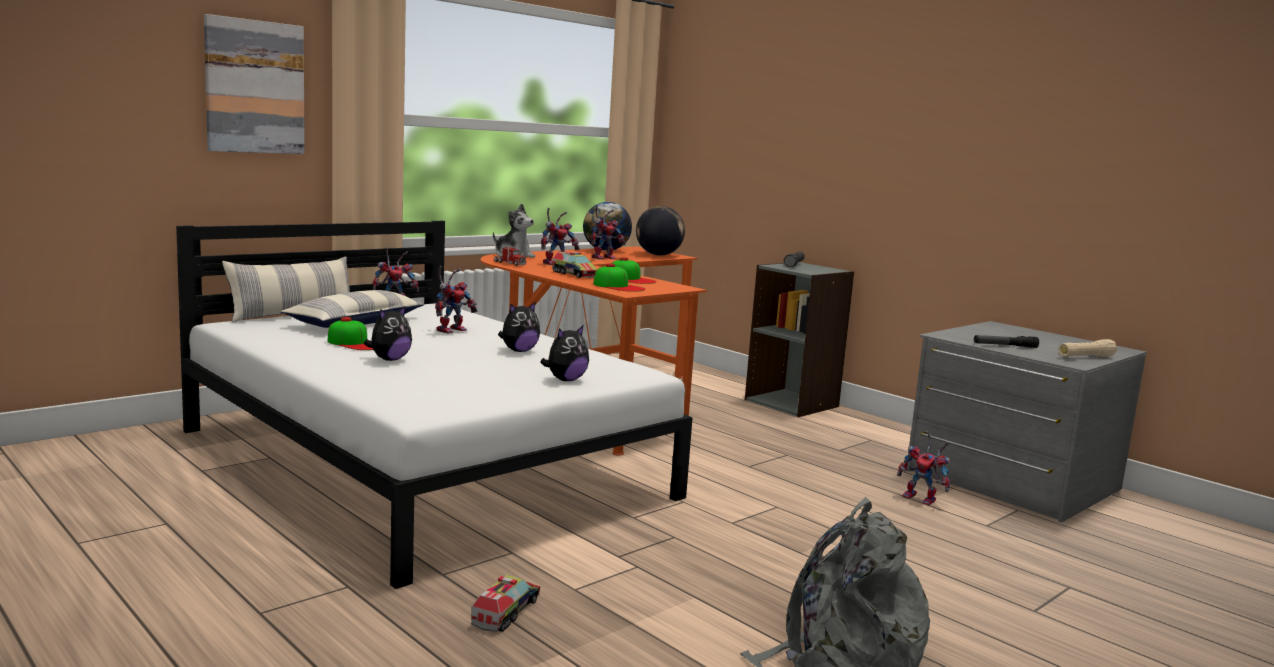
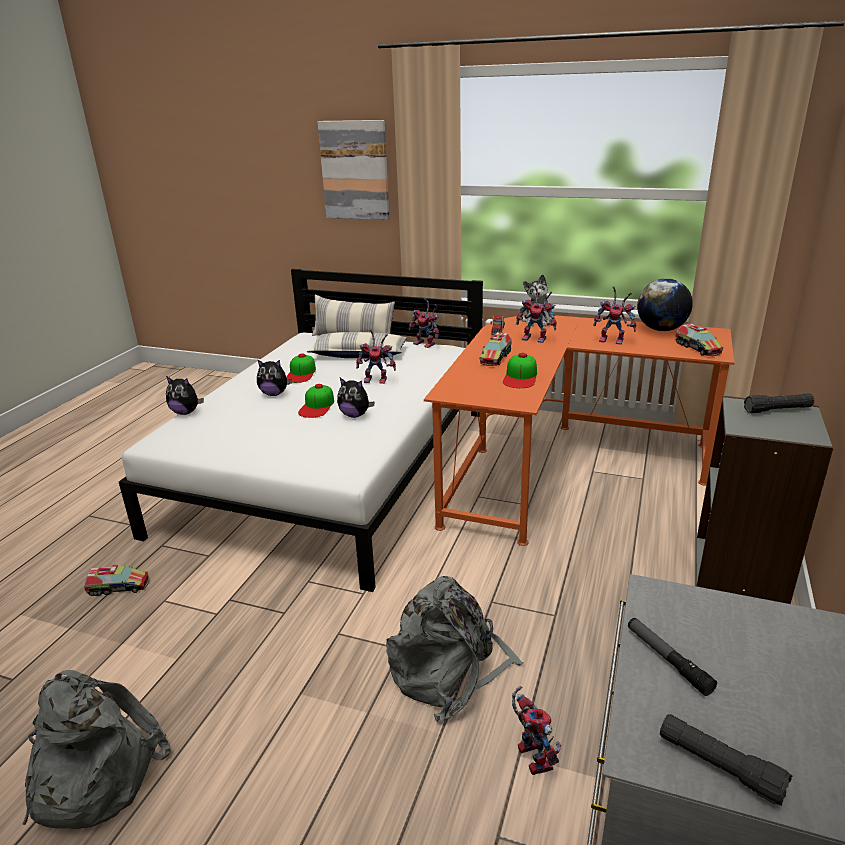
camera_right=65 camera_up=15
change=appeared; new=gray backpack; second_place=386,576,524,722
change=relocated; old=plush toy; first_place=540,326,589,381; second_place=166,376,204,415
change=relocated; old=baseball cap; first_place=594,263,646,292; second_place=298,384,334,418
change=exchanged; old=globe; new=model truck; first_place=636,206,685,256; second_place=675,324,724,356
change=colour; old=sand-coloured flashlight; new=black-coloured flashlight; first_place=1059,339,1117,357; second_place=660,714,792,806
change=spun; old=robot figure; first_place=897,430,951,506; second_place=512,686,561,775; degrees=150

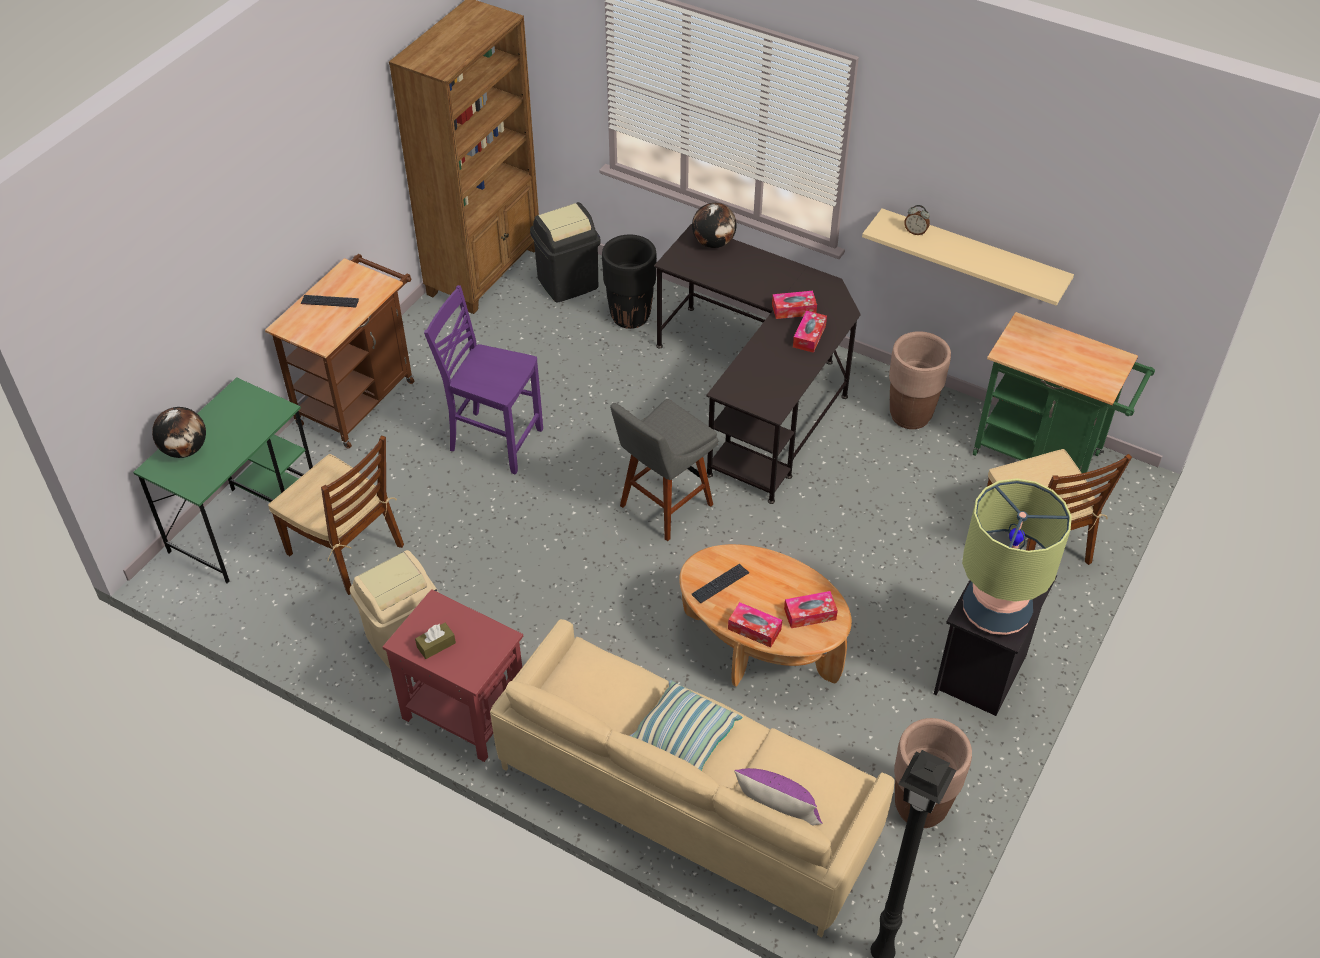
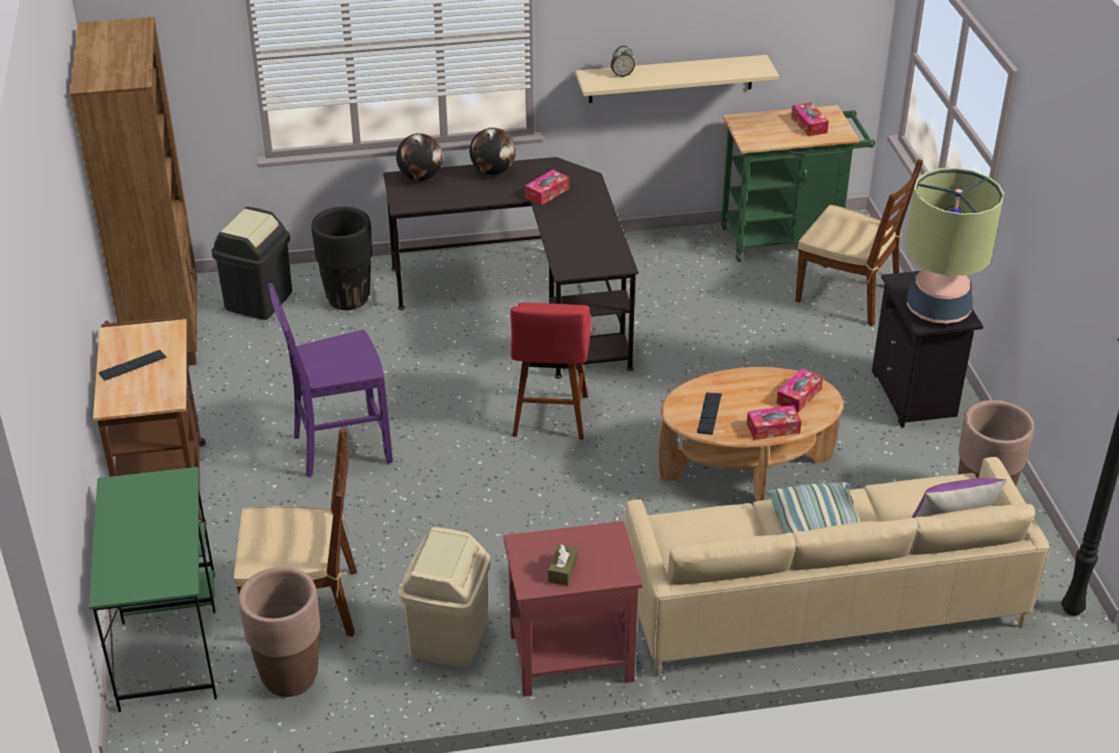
camera_right=-40 camera_up=-10
change=relocated; old=globe; first_place=152,407,206,458; second_place=469,128,516,175
change=relocated; old=tissue box; first_place=793,310,827,353; second_place=791,102,829,137
change=relocated; old=brownish plant pot; first_place=889,331,951,429; second_place=239,567,320,697
change=colour; old=gray stool seat; new=red-coloured stool seat; first_place=610,399,718,541; second_place=510,303,591,440

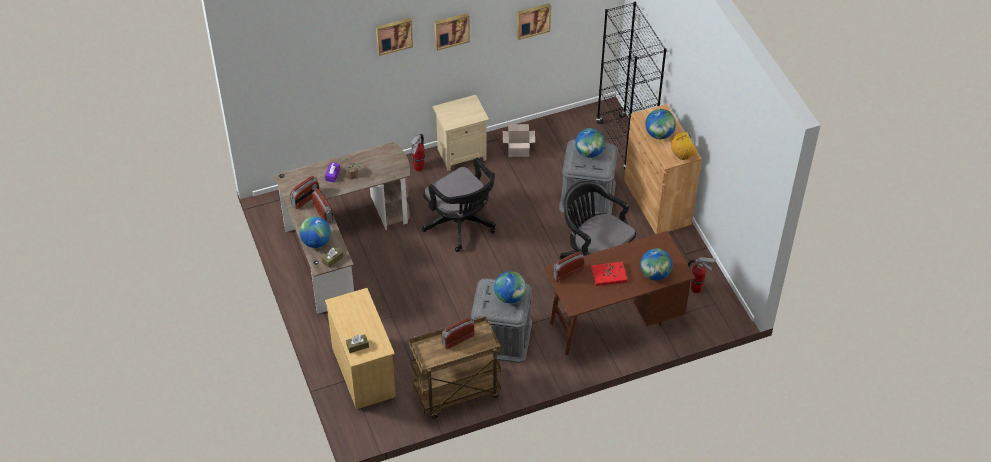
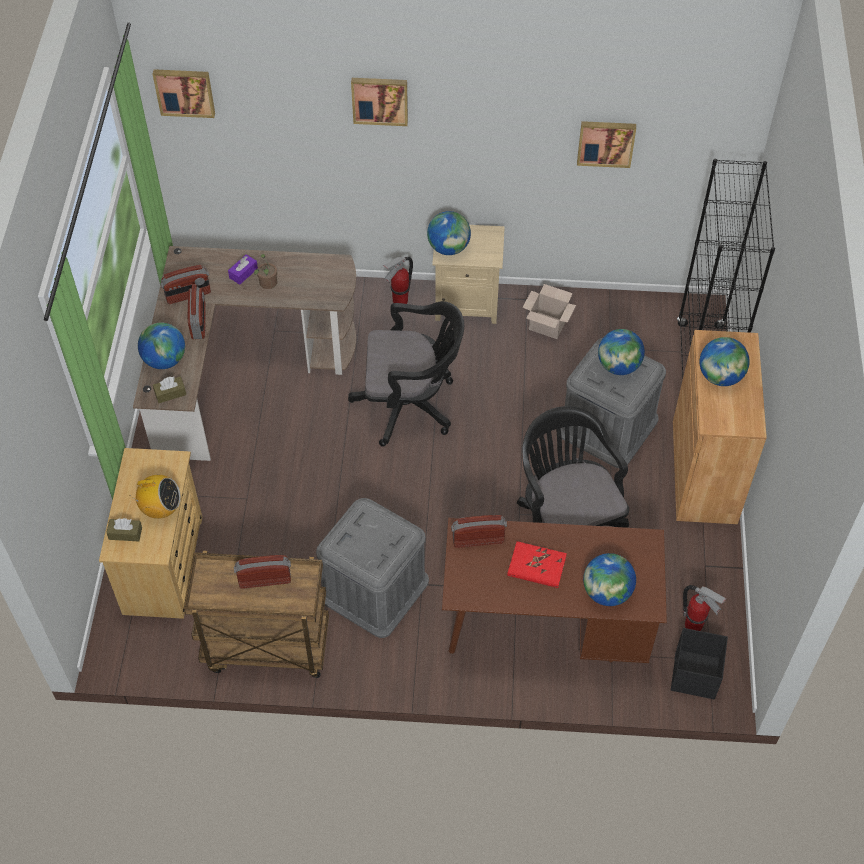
camera_right=25 camera_up=5
change=appeared; new=black-coloured storage container; second_place=671,628,728,699
change=relocated; old=picture; first_place=435,13,470,51; second_place=153,69,215,118
change=relocated; old=globe; first_place=494,271,526,303; second_place=427,211,471,255
change=relocated; old=radio set; first_place=671,132,698,160; second_place=131,475,181,519
change=spun; old=black-coloured desk chair; first_place=422,158,496,252; second_place=348,301,464,447; degrees=-75

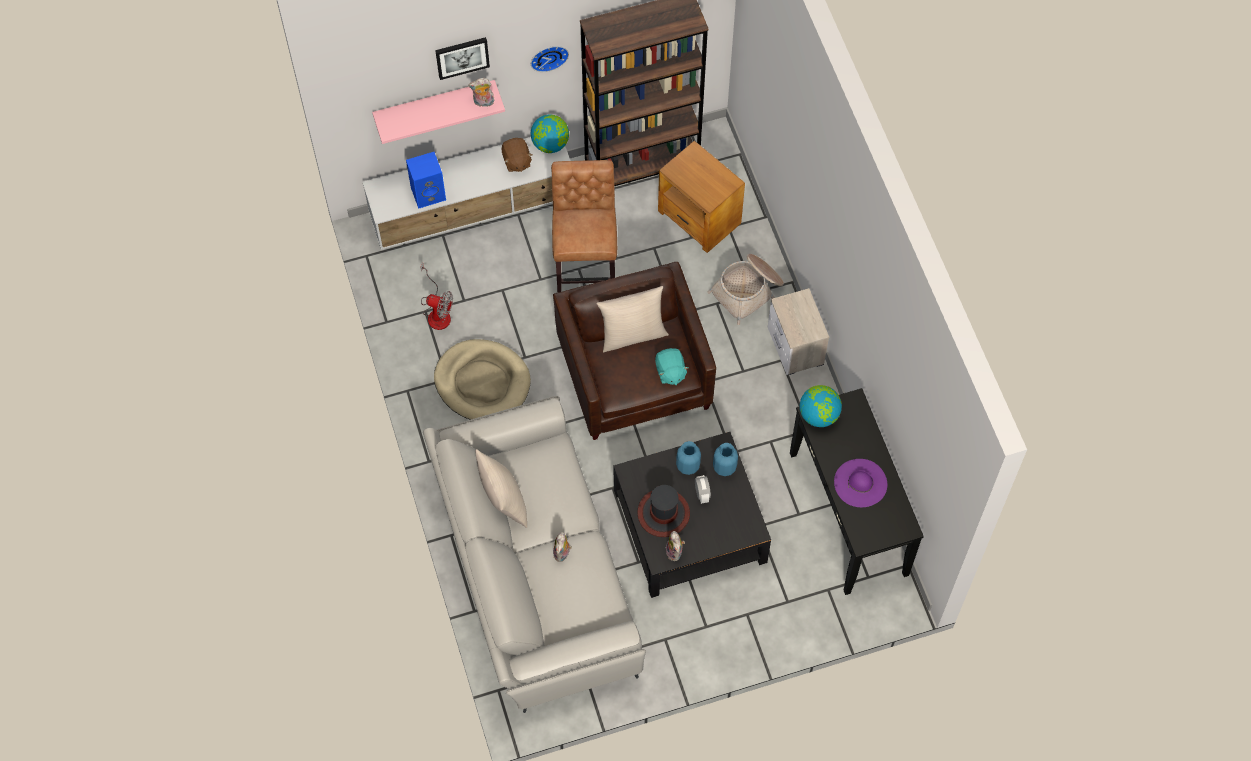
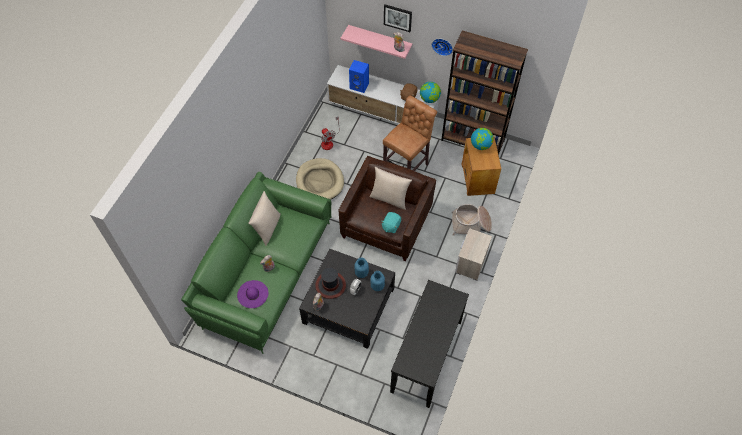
camera_right=40 camera_up=-5
change=relocated; old=globe; first_place=800,385,842,427; second_place=471,128,493,150
change=relocated; old=purple-coloured hat; first_place=834,459,887,507; second_place=237,280,268,308
change=colour; old=gray sofa; new=green sofa; first_place=423,396,646,713; second_place=181,172,332,354

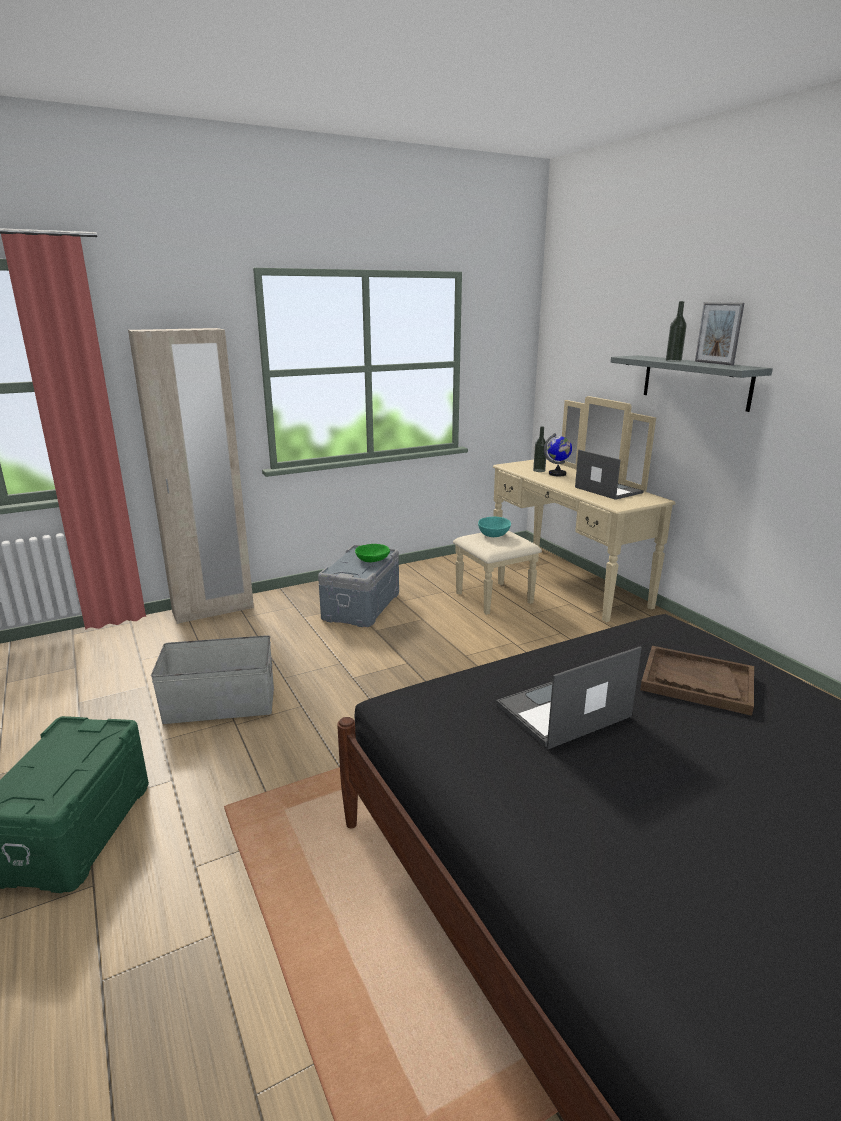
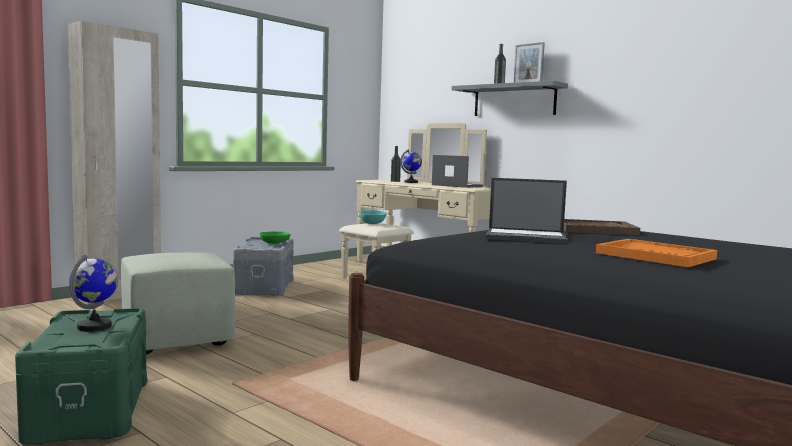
camera_right=-20 camera_up=-15
change=appeared; new=globe; second_place=69,255,118,332
change=appeared; new=orange-coloured serving tray; second_place=596,239,717,267
change=exchanged; old=gray storage container; new=green footrest; first_place=151,635,274,724; second_place=121,252,235,355
change=spun; old=notebook computer; first_place=496,646,642,749; second_place=486,178,568,244; degrees=-120

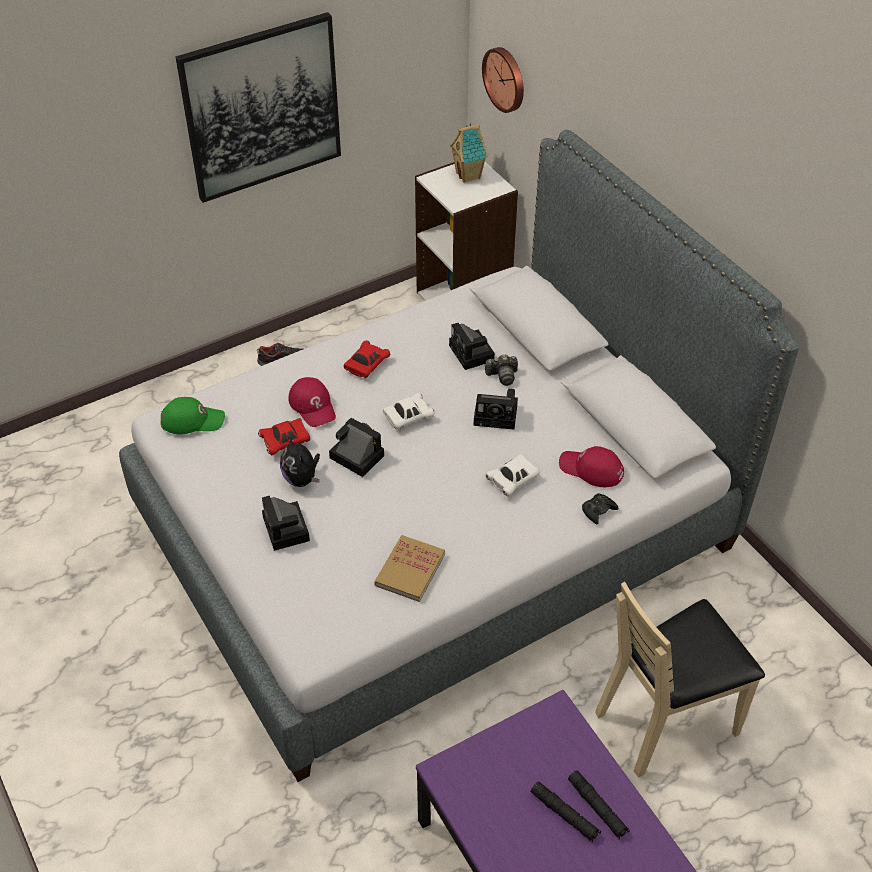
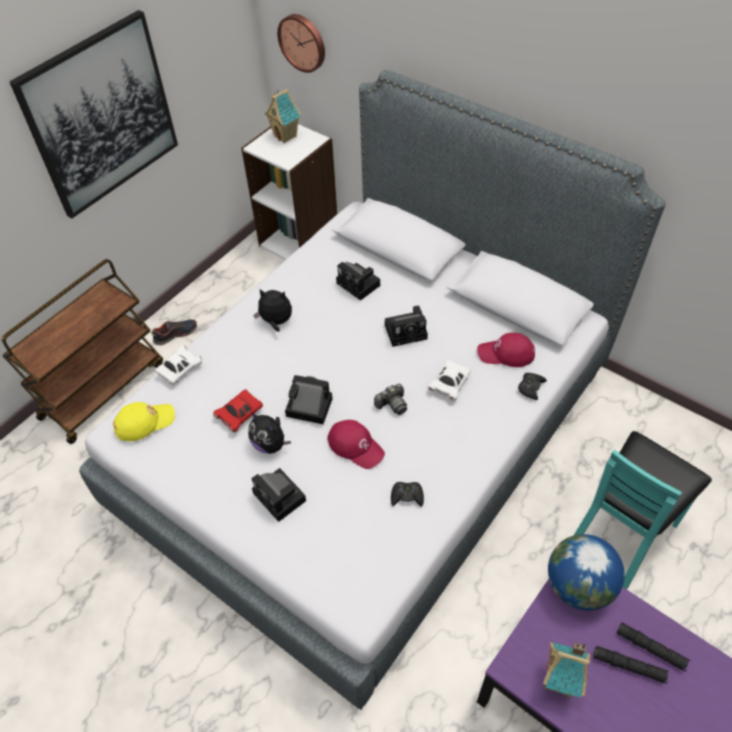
camera_right=-20 camera_up=5
change=appeared; new=brownish trolley; second_place=2,259,163,444
change=appeared; new=miniature house; second_place=543,642,590,698
change=appeared; new=globe; second_place=548,534,625,611
change=relocated; old=red-coloured baseball cap; first_place=289,377,336,427; second_place=327,420,385,469
change=relocated; old=white model car; first_place=383,393,435,430; second_place=155,346,202,385
change=relocated; old=photo camera; first_place=485,354,518,386; second_place=374,384,407,415
change=exchanged; old=red-coloured model car; new=plush toy; first_place=344,341,390,378; second_place=253,288,292,332
change=exchanged; old=volume; new=black-coloured gamepad; first_place=374,535,445,602; second_place=391,482,424,507
change=colour; old=green baseball cap; new=yellow-coloured baseball cap; first_place=160,397,225,434; second_place=113,402,175,441
change=colour; old=sand-coloured plain chair; new=blue-green plain chair; first_place=595,582,765,777; second_place=573,431,712,589

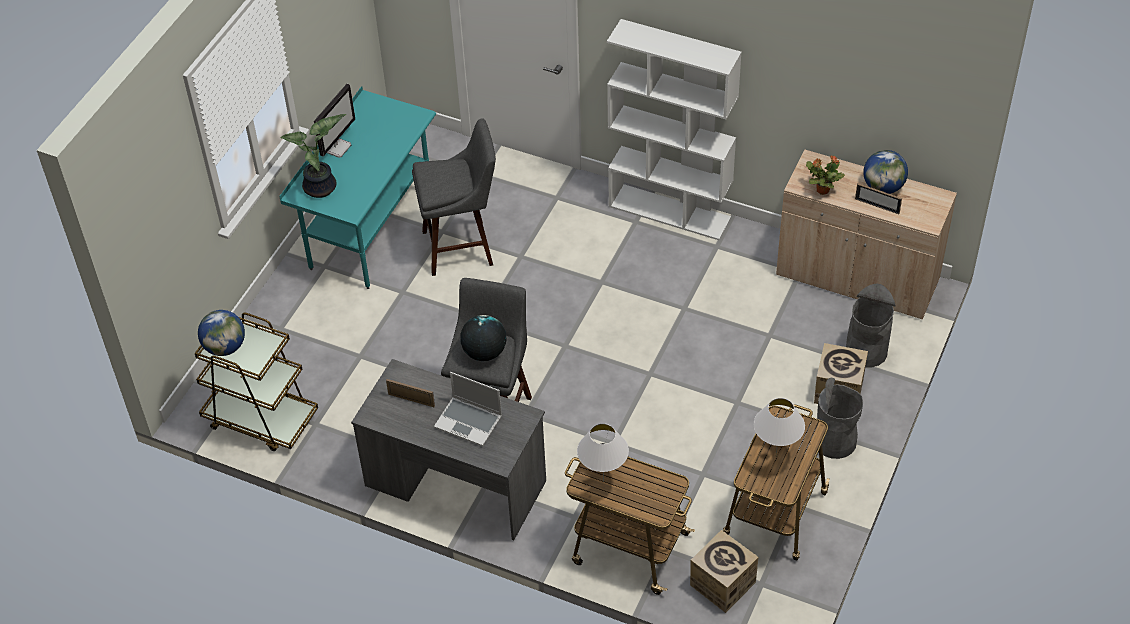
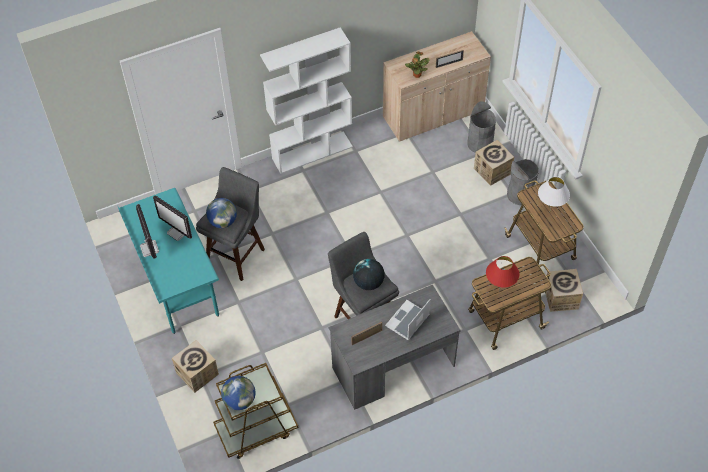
camera_right=-50 camera_up=5
change=missing; old=plant in a pot; first_place=280,114,346,198
change=appeared; new=computer display; second_place=153,195,192,241
change=appeared; new=packing box; second_place=172,340,219,393
change=relocated; old=globe; first_place=863,150,908,194; second_place=206,198,237,228
change=colour; old=white lamp for a table; new=red-coloured lamp for a table; first_place=577,423,629,482; second_place=486,256,520,292
change=spun; old=notebook computer; first_place=434,372,502,446; second_place=385,299,431,340; degrees=150

